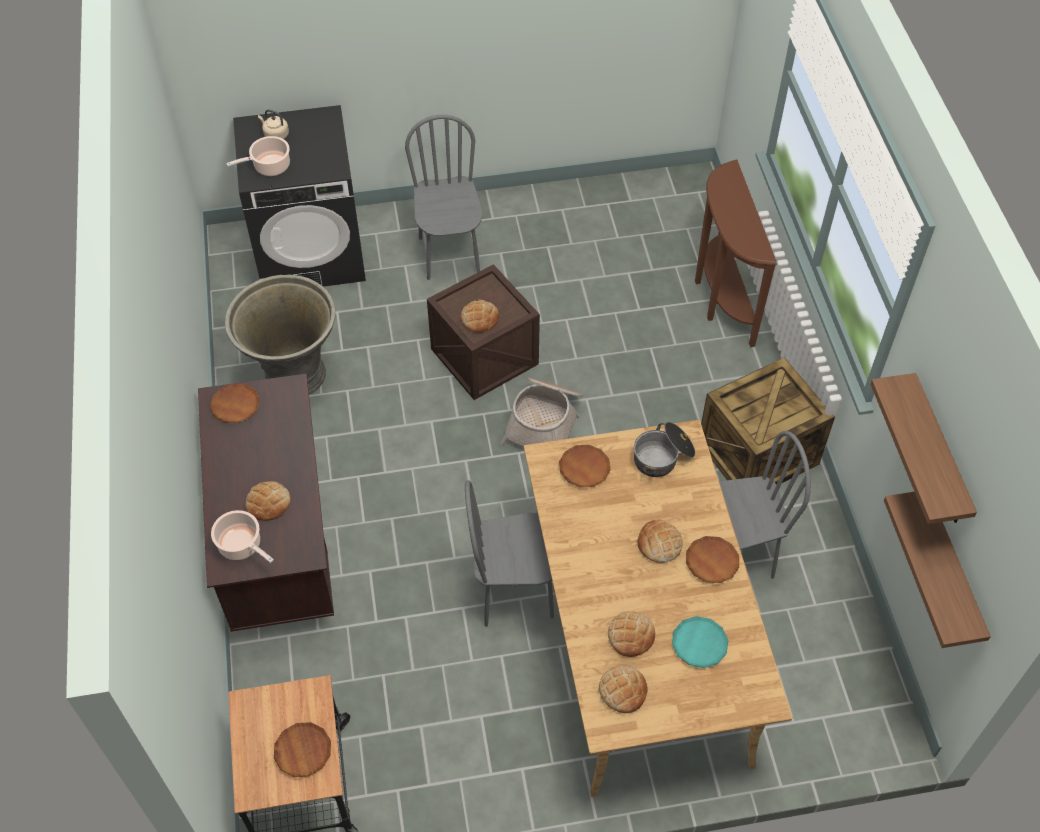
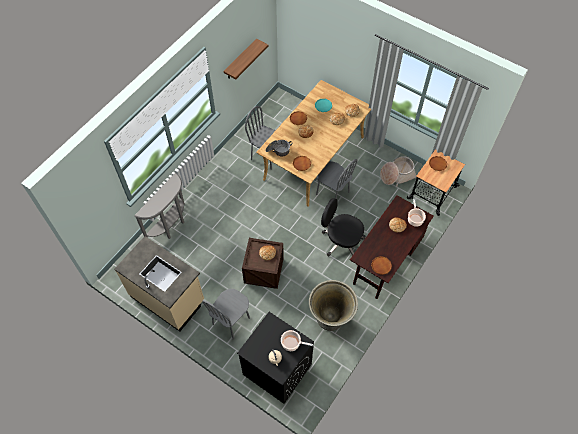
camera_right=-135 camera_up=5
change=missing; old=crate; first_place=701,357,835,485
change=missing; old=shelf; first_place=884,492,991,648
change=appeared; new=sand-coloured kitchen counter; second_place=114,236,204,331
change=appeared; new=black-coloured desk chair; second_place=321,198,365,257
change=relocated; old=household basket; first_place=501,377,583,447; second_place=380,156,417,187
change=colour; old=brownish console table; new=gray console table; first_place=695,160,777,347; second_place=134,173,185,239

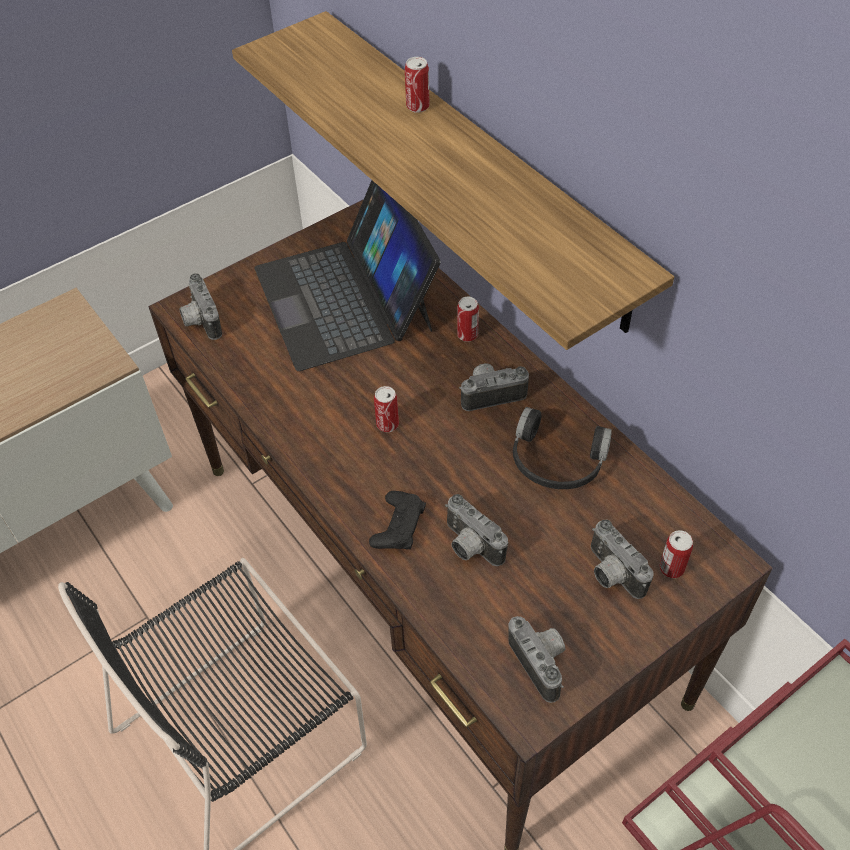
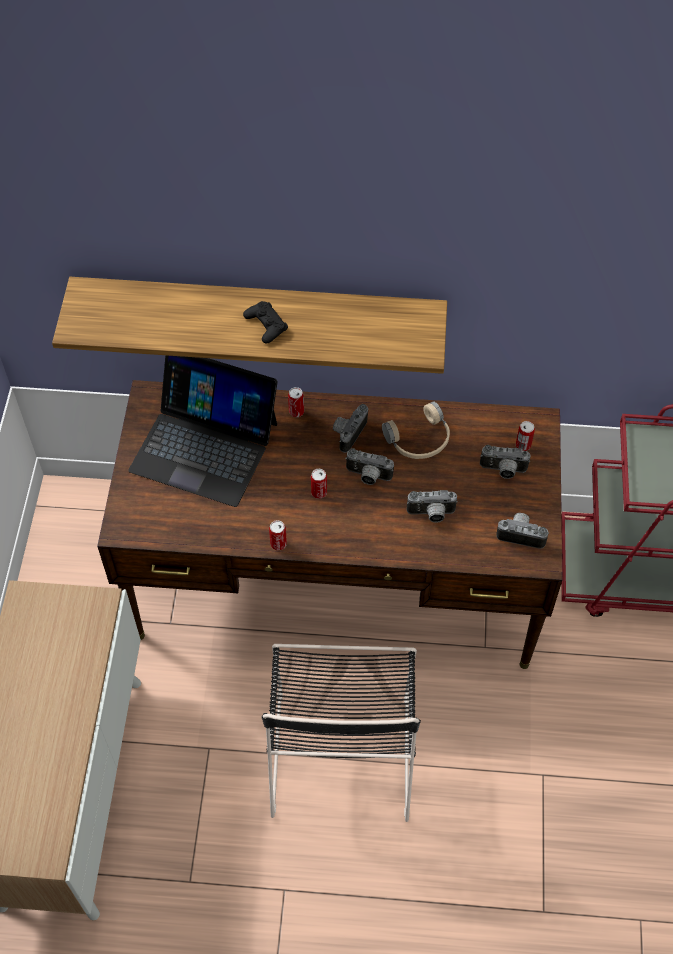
camera_right=-50 camera_up=5
change=relocated; old=photo camera; first_place=179,273,222,340; second_place=345,448,394,485
change=relocated; old=black-coloured gamepad; first_place=369,491,426,550; second_place=243,301,288,344
change=relocated; old=can; first_place=405,57,430,113; second_place=269,520,287,550
change=colour; old=black-coloured headphones; new=sand-coloured headphones; first_place=513,407,612,489; second_place=382,401,450,459

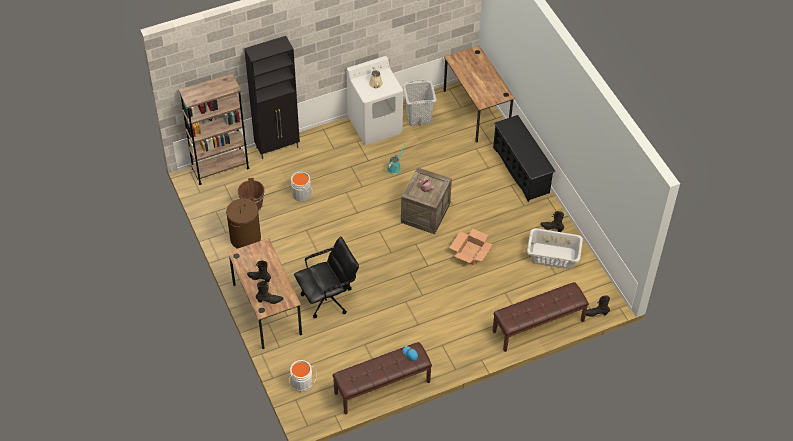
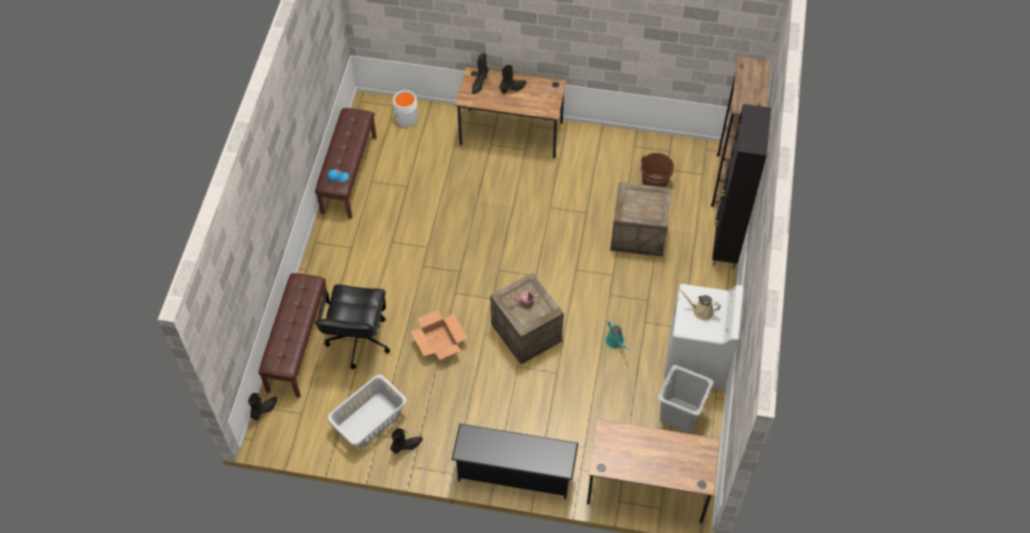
camera_right=125 camera_up=5
change=missing; old=brownish laundry basket; first_place=226,198,261,249
change=relocated; old=black-coloured desk chair; first_place=294,236,359,318; second_place=315,284,390,369
change=exchanged; old=gray water bucket; new=crate; first_place=291,172,313,202; second_place=610,182,672,257

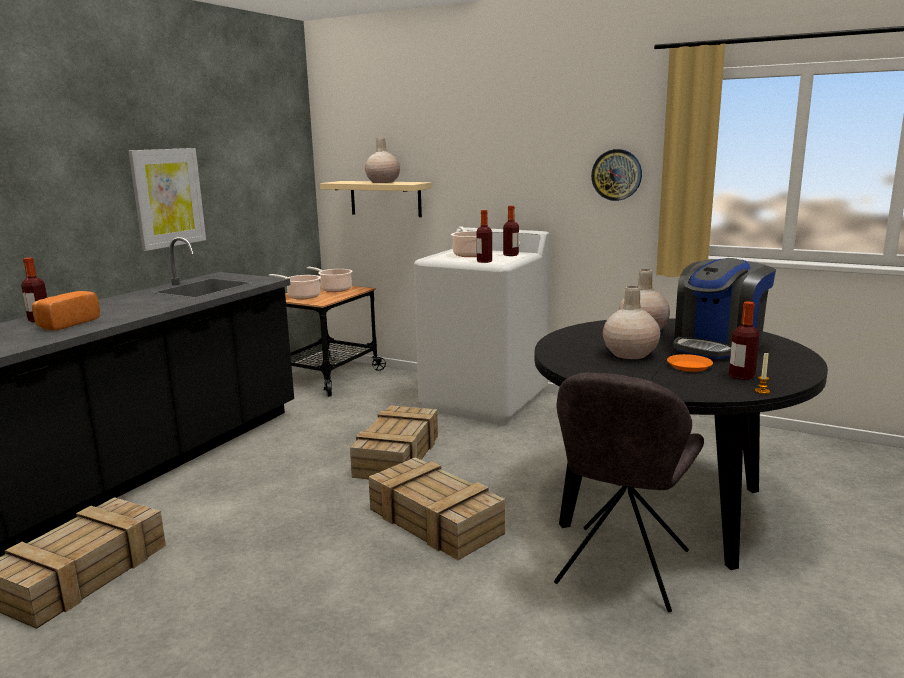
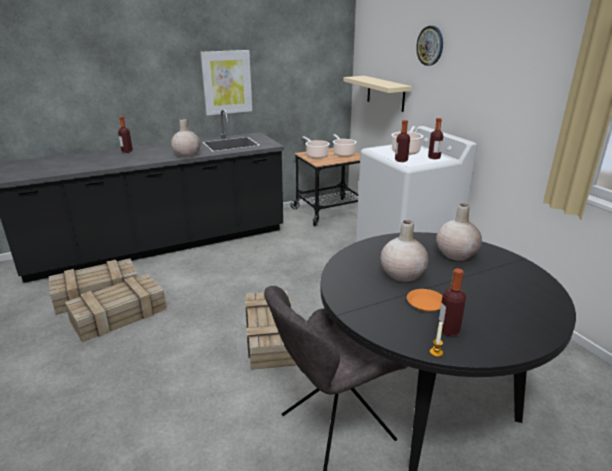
camera_right=35 camera_up=10
change=missing; old=bread; first_place=32,291,100,331
change=missing; old=coffee maker; first_place=673,258,776,359
change=relocated; old=crate; first_place=350,405,438,480; second_place=65,274,167,342
change=relocated; old=sand-coloured decorative vase; first_place=365,137,400,183; second_place=171,119,201,157
change=relocated; old=hanging clock; first_place=591,149,642,201; second_place=416,26,443,66

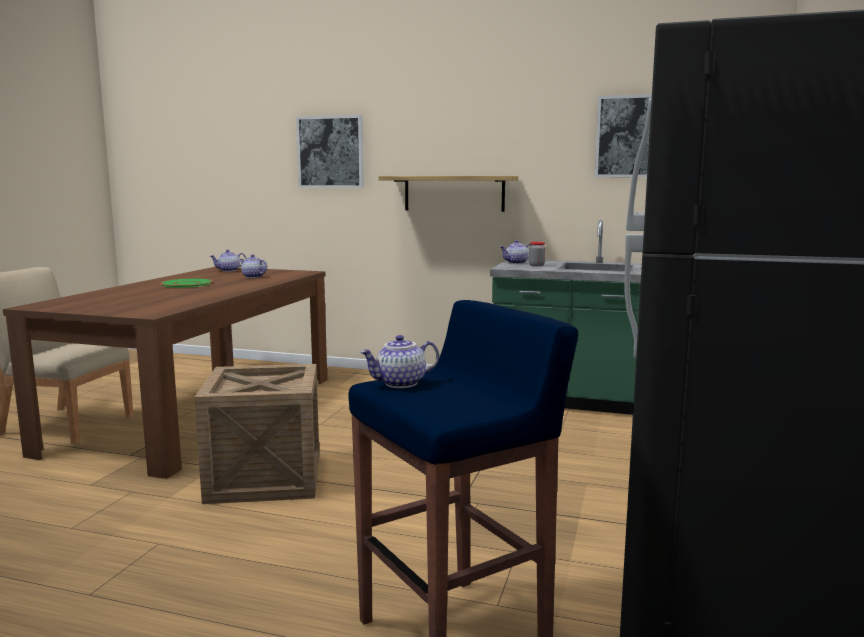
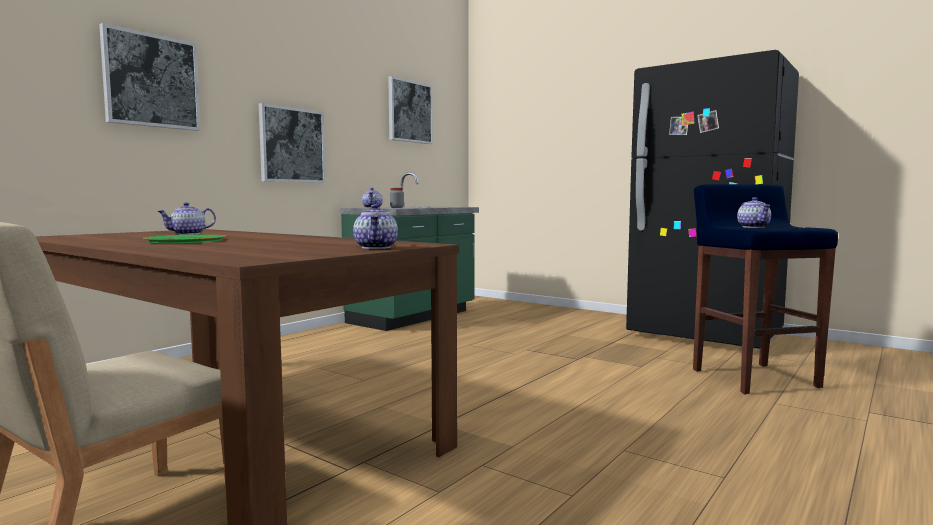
camera_right=-70 camera_up=-5
change=missing; old=crate; first_place=194,364,319,504
change=relocated; old=pot for tea; first_place=210,250,246,272; second_place=353,204,398,249
change=exchanged; old=shelf; new=picture; first_place=379,176,518,212; second_place=259,103,326,183

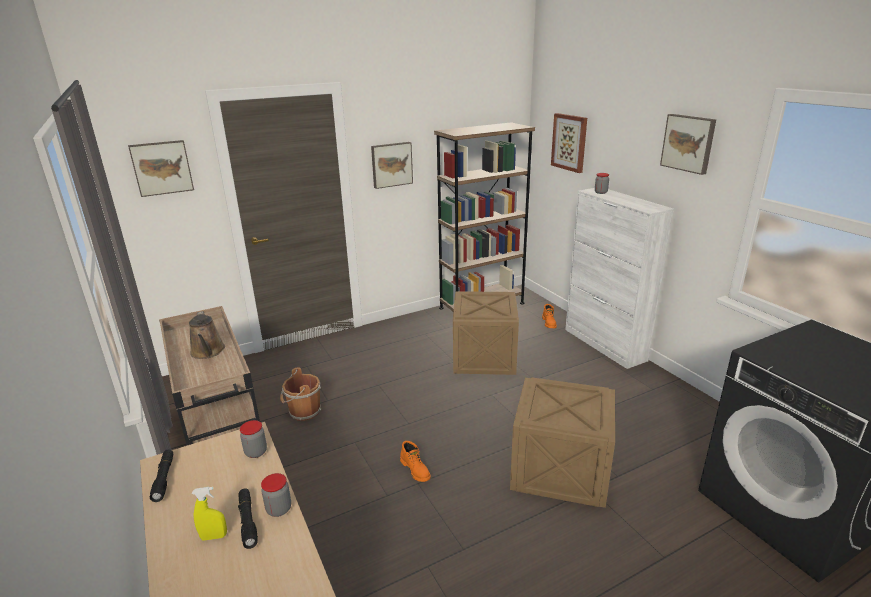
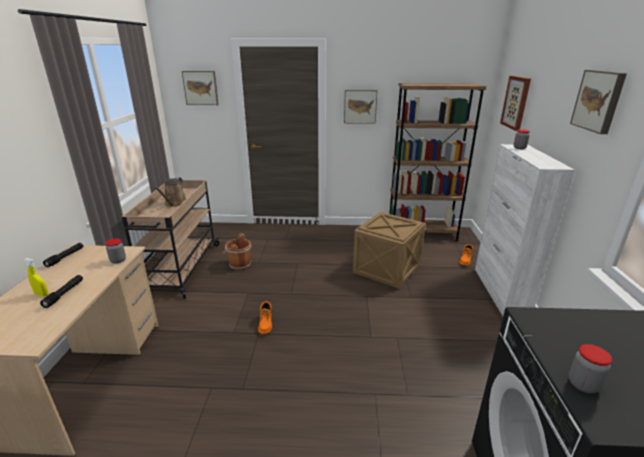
camera_right=30 camera_up=0
change=missing; old=crate; first_place=510,377,615,508
change=relocated; old=storage jar; first_place=261,473,291,517; second_place=569,344,613,393

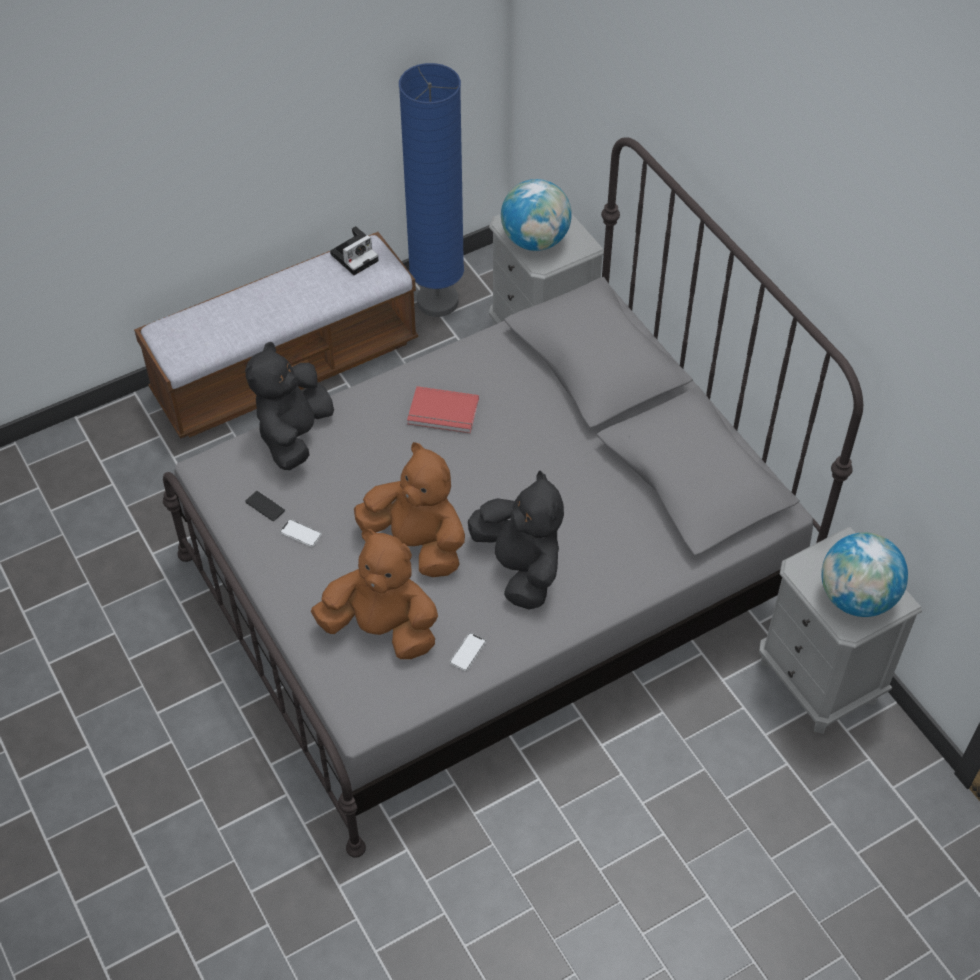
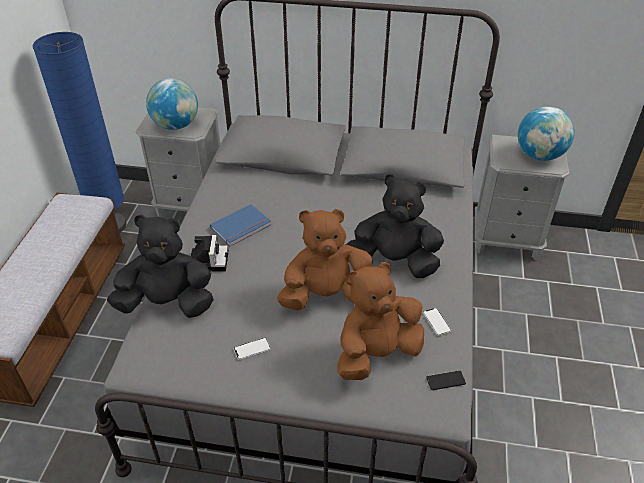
camera_right=-50 camera_up=-10
change=relocated; old=phone; first_place=245,491,285,521; second_place=426,370,466,390
change=relocated; old=photo camera; first_place=330,226,379,275; second_place=191,235,229,272
change=colour; old=red-coloured volume; new=bluish volume; first_place=407,386,479,433; second_place=210,204,271,246
change=spun; old=black-coloured plush toy; first_place=245,342,334,470; second_place=107,215,213,318; degrees=120

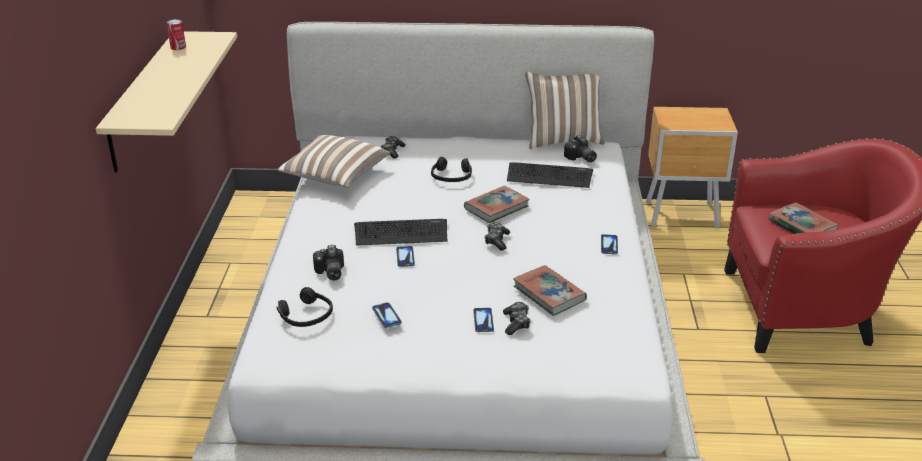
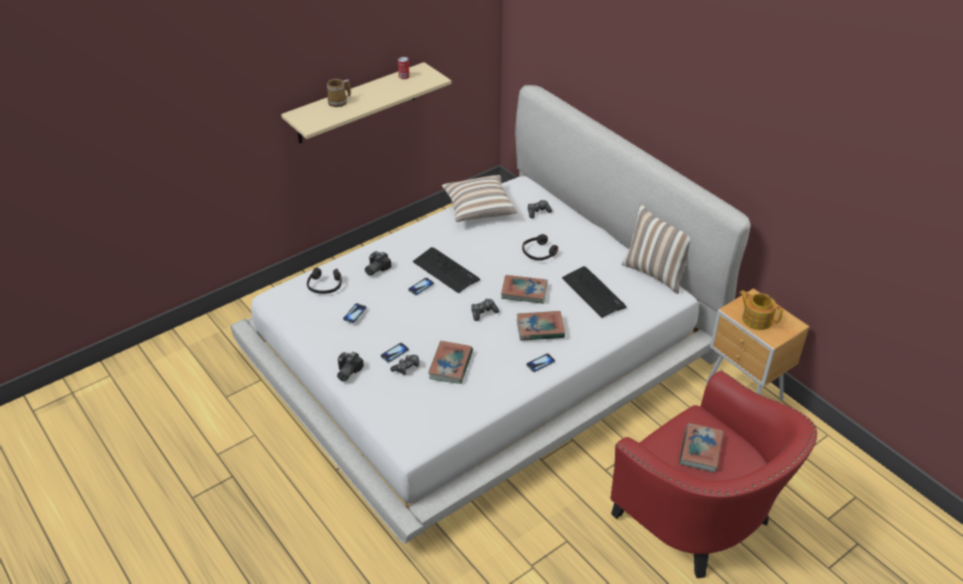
camera_right=50 camera_up=10
change=appeared; new=coffee mug; second_place=327,79,351,107
change=appeared; new=volume; second_place=517,311,565,341
change=appeared; new=pot for tea; second_place=739,290,783,330
change=relocated; old=photo camera; first_place=564,135,597,162; second_place=337,352,364,382

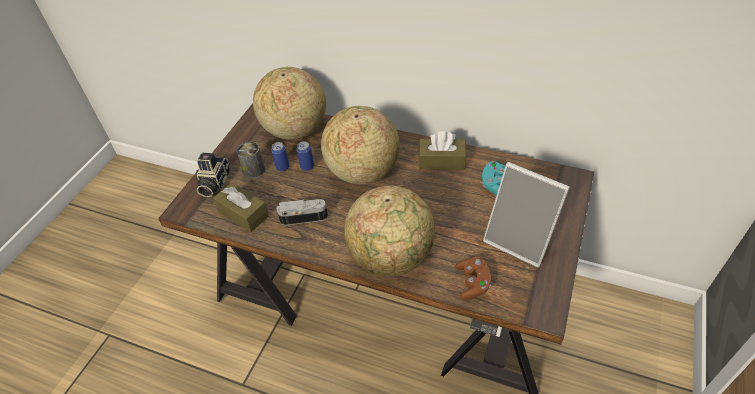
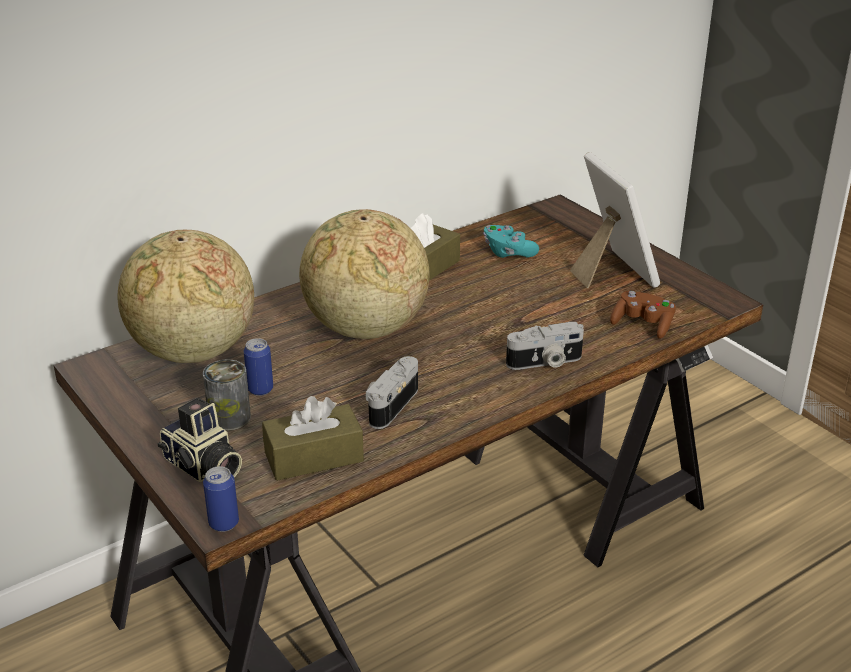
camera_right=-60 camera_up=-15
change=relocated; old=can; first_place=296,141,314,171; second_place=203,466,239,532
change=exchanged; old=globe; new=photo camera; first_place=344,185,435,276; second_place=506,322,584,370
change=spun; old=standing frame; first_place=483,162,570,268; second_place=570,152,660,289; degrees=-90

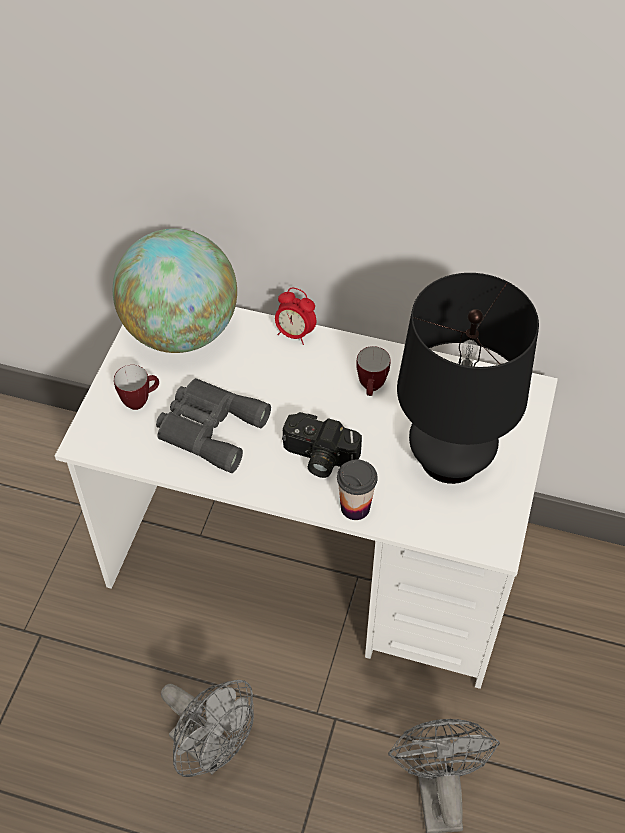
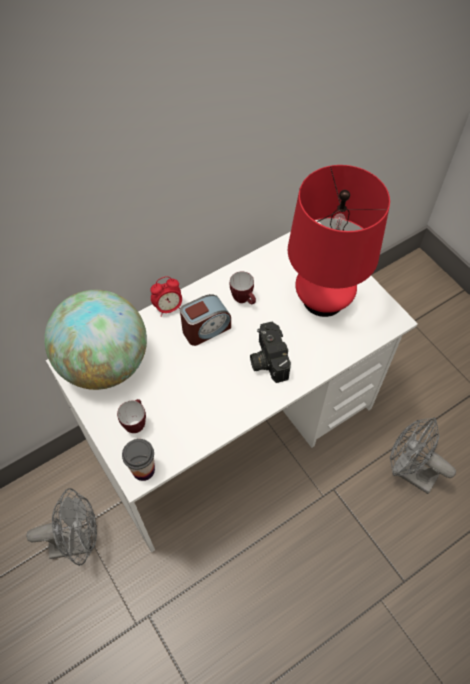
camera_right=-50 camera_up=5
change=missing; old=gray field glasses; first_place=156,378,271,473
change=appeared; new=table clock; second_place=180,294,231,346
change=relocated; old=gray electric fan; first_place=161,680,254,777; second_place=26,488,97,566
change=relocated; old=drinking cup; first_place=337,459,377,520; second_place=122,439,155,481
change=colour; old=black-coloured lamp for a table; new=red-coloured lamp for a table; first_place=397,273,539,484; second_place=288,165,390,317
change=spun; old=photo camera; first_place=282,412,362,478; second_place=250,321,291,383; degrees=105

